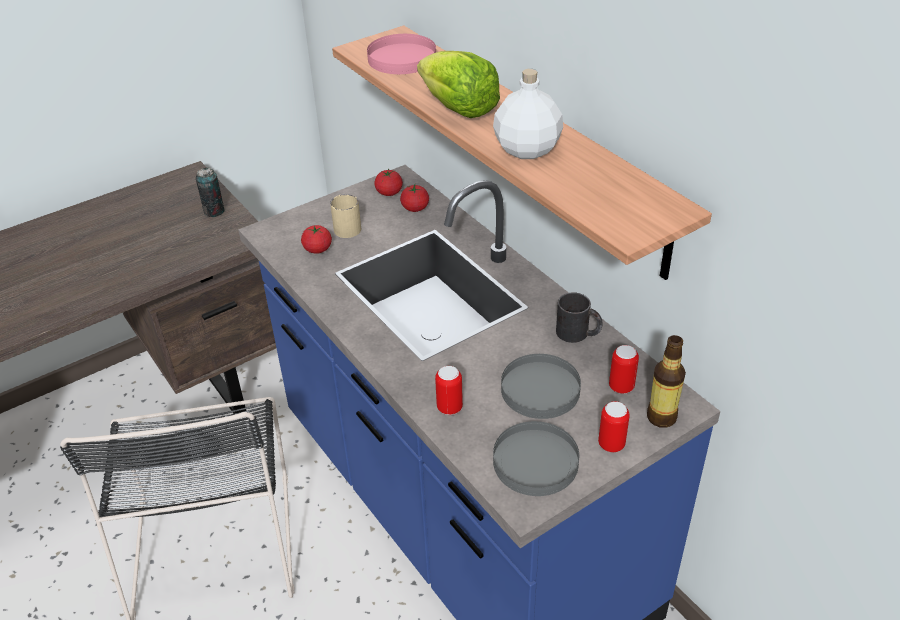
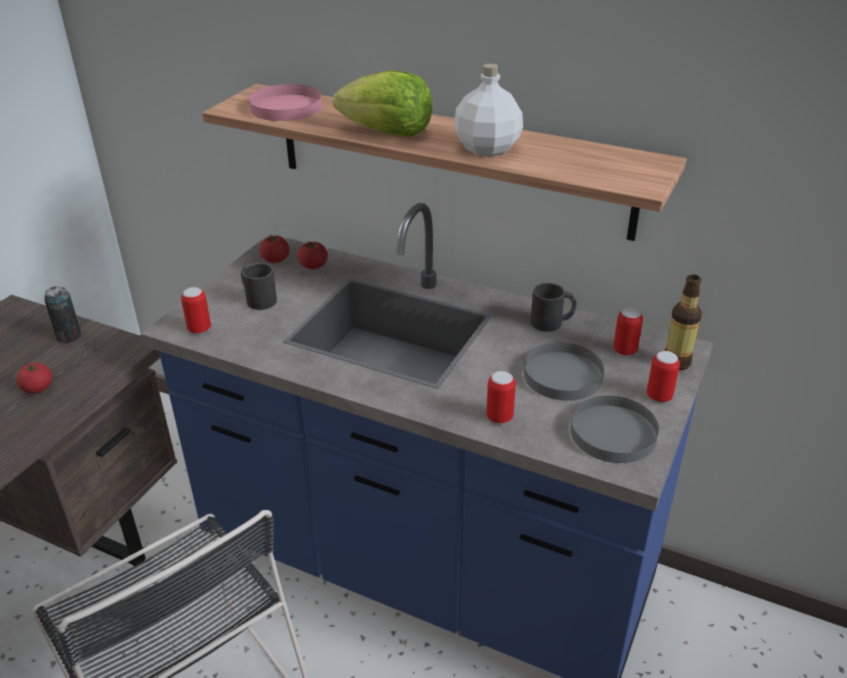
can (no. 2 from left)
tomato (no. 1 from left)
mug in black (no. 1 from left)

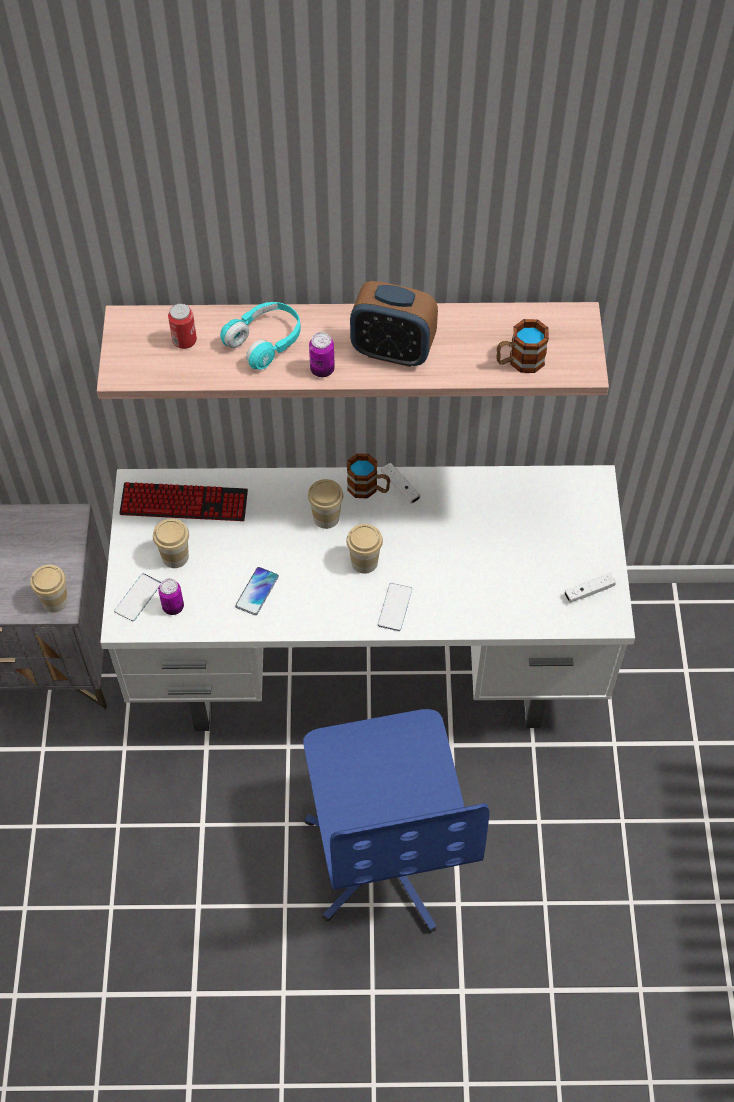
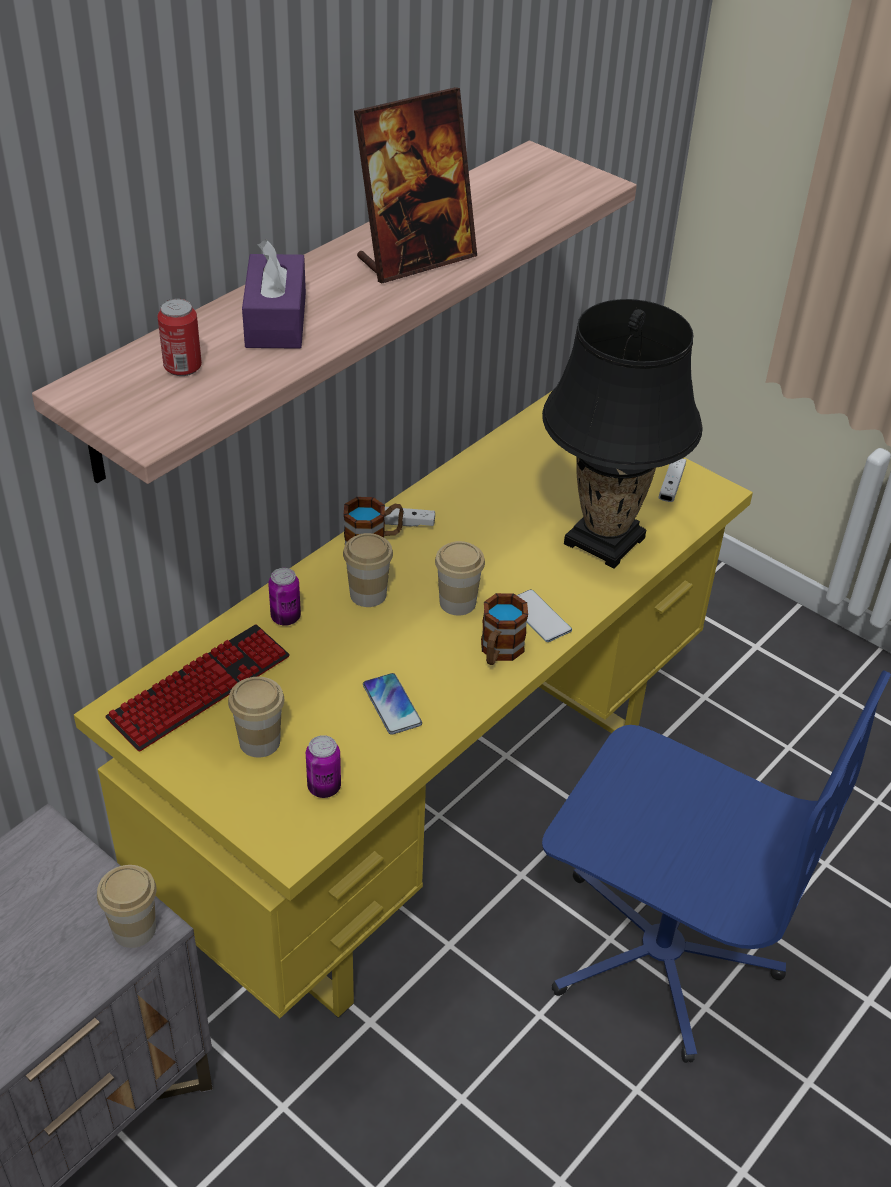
phone (no. 1 from left in the first image)
table lamp in black
can (no. 2 from left)
mug (no. 2 from left)
tissue box in purple
picture frame
desk in yellow

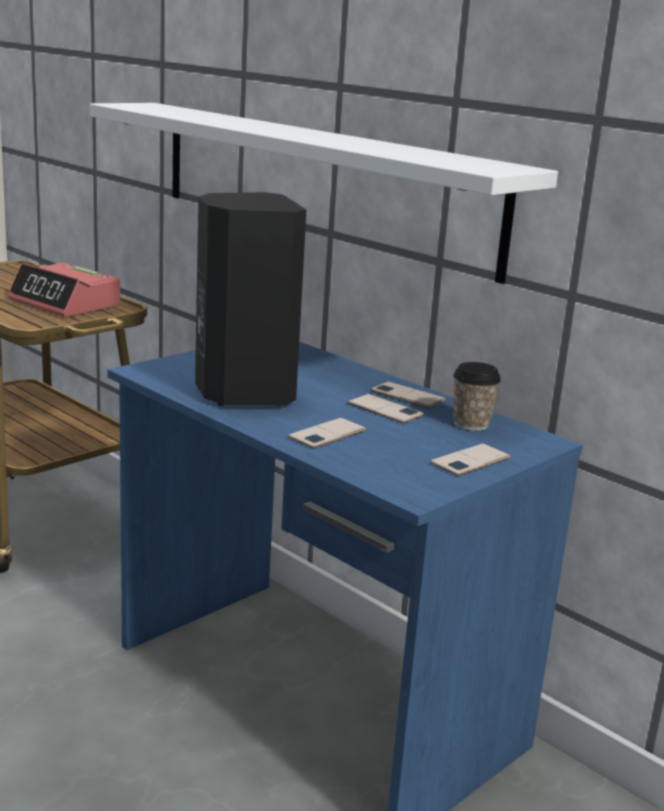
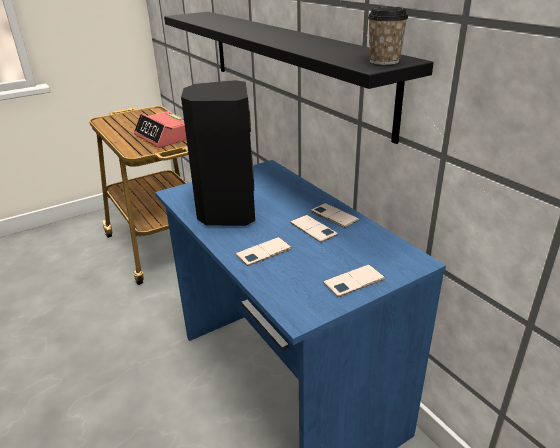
cup
shelf in black

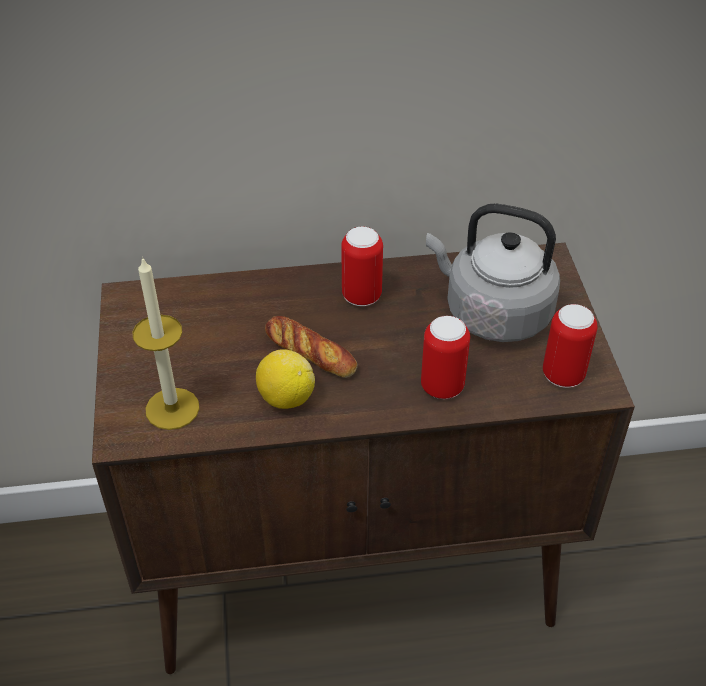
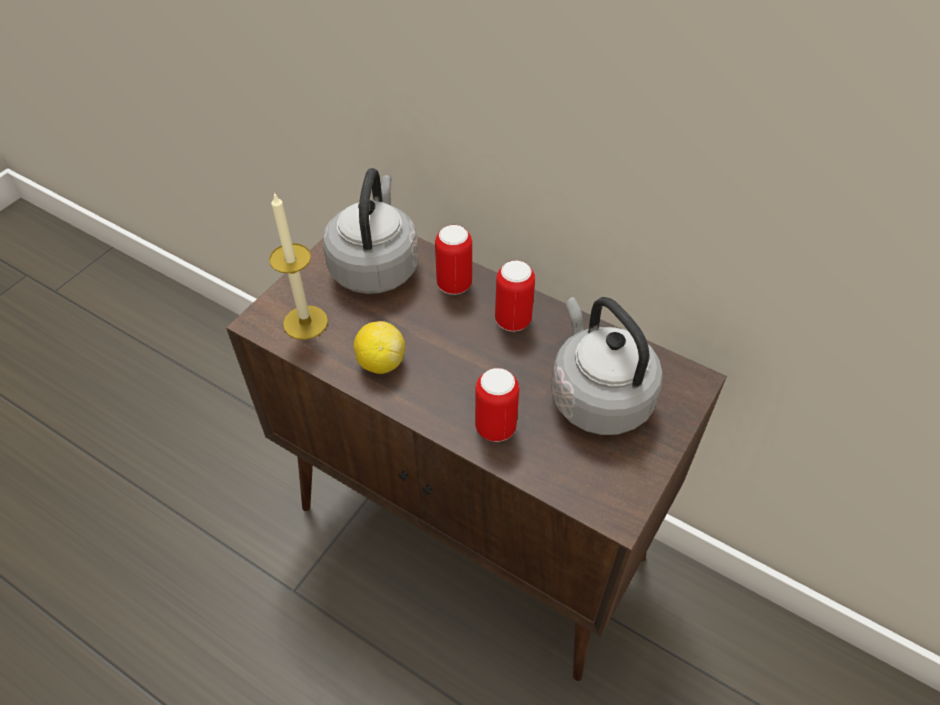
bread
kettle in grey (no. 1 from left)
can (no. 1 from left)

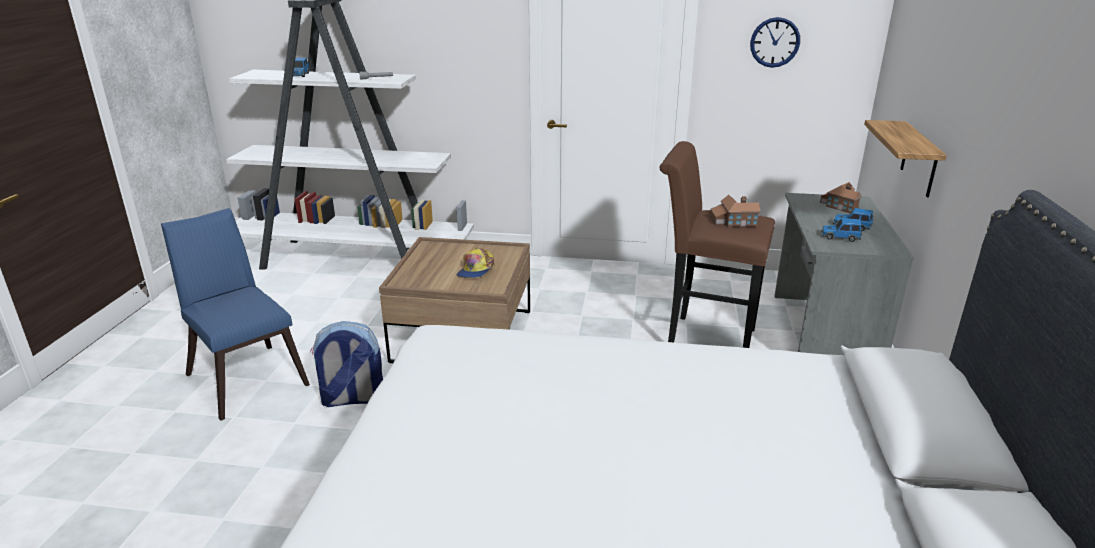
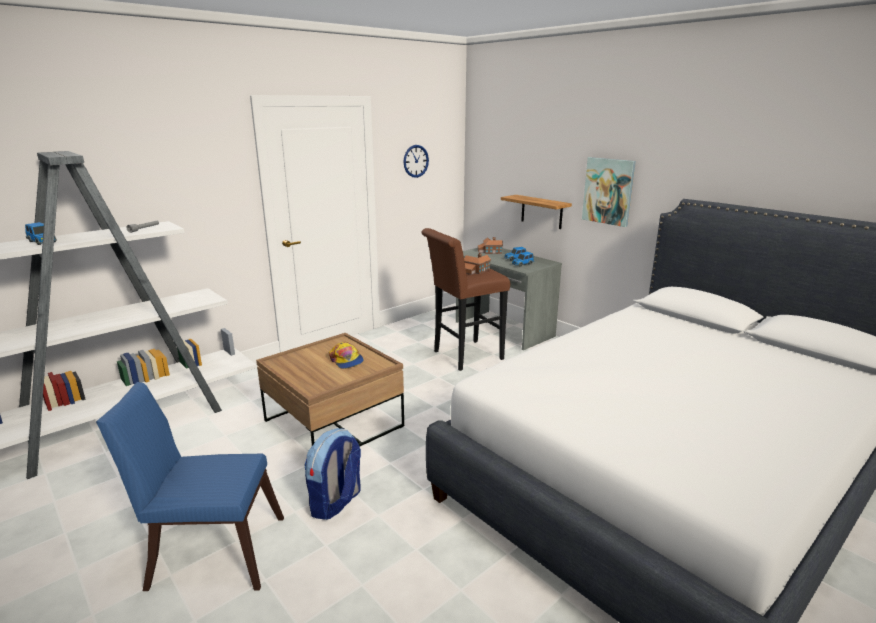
picture

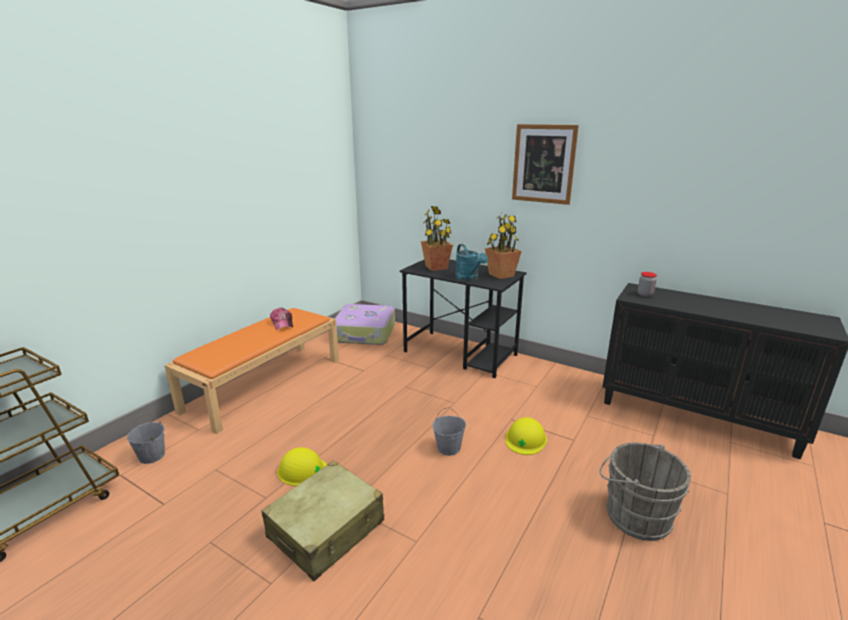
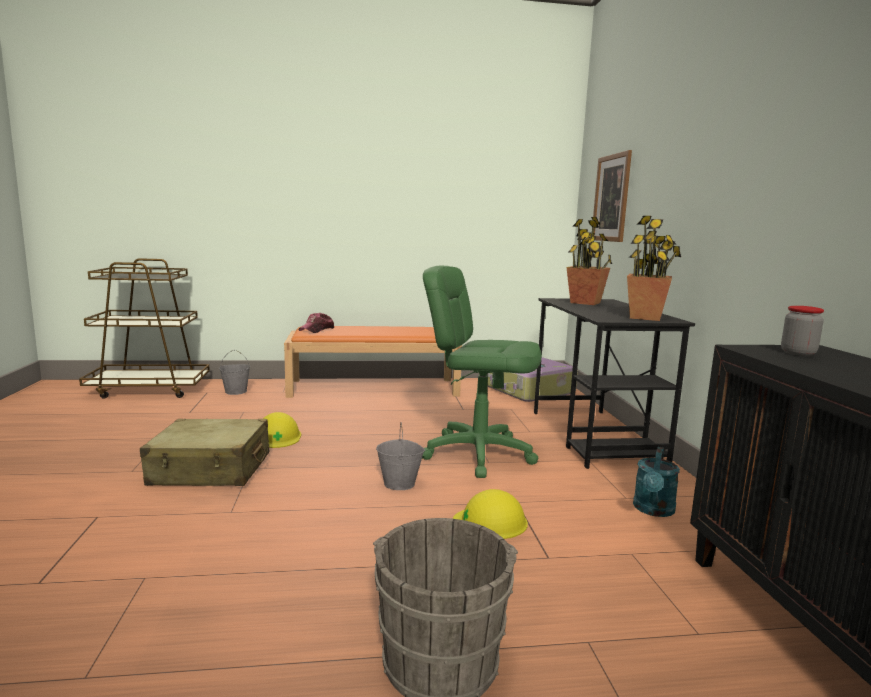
office chair in green
cap
watering can in turquoise
picture

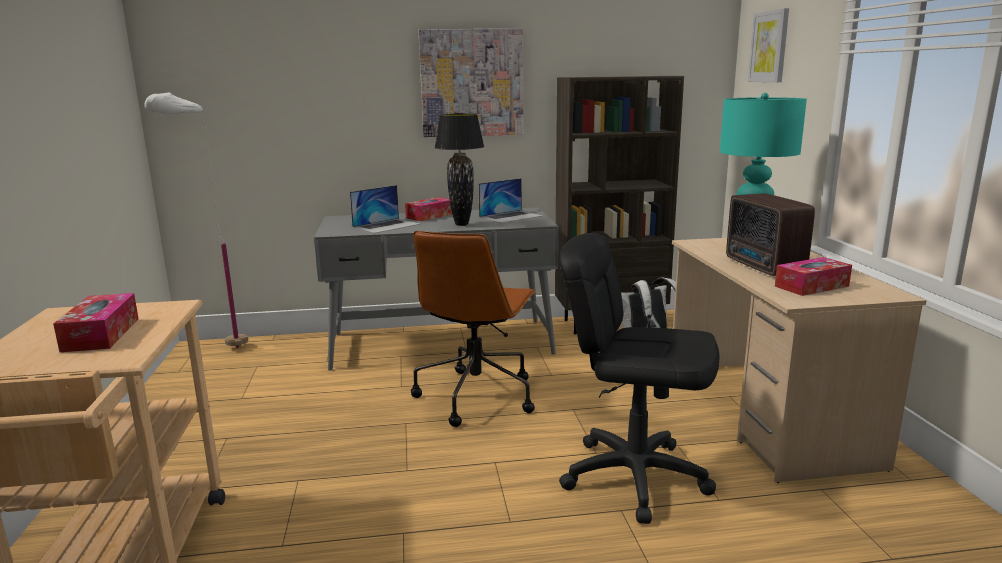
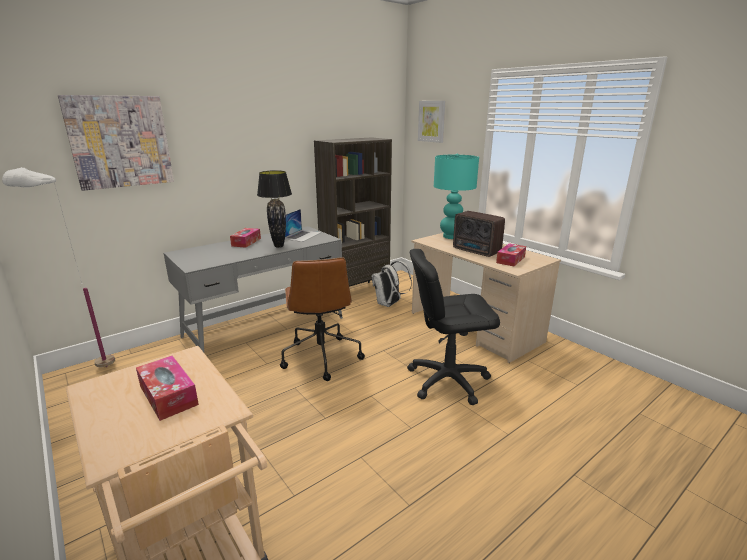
laptop (no. 1 from left in the first image)
picture (no. 1 from left)

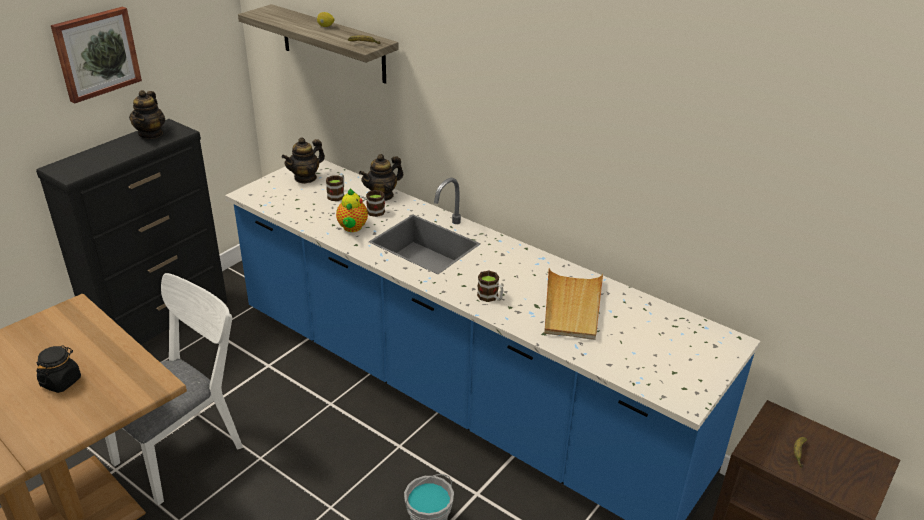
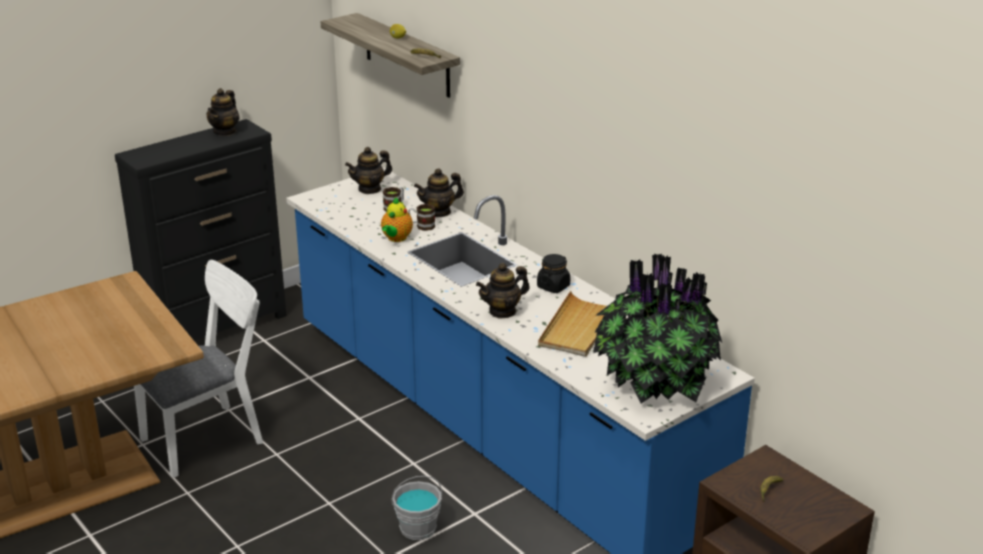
picture
potted plant
jar in black
teapot (no. 5 from left)

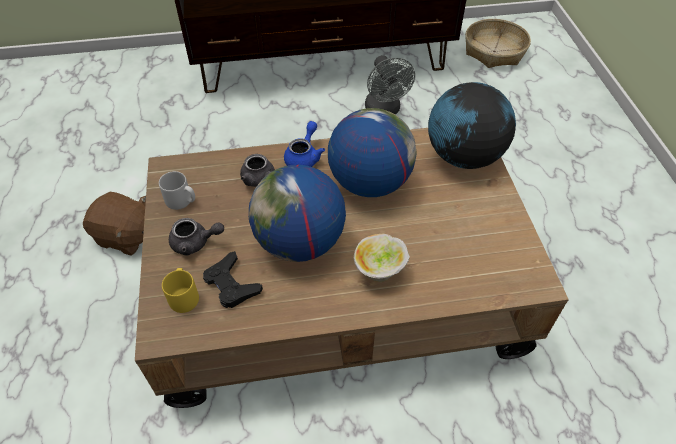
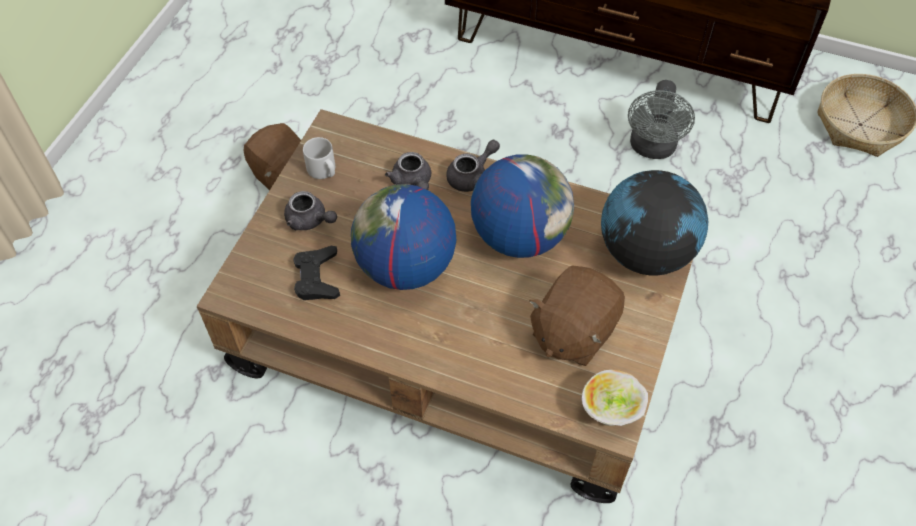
mug in yellow
plush toy in brown (no. 2 from left)
bowl
teapot in grey (no. 3 from left)

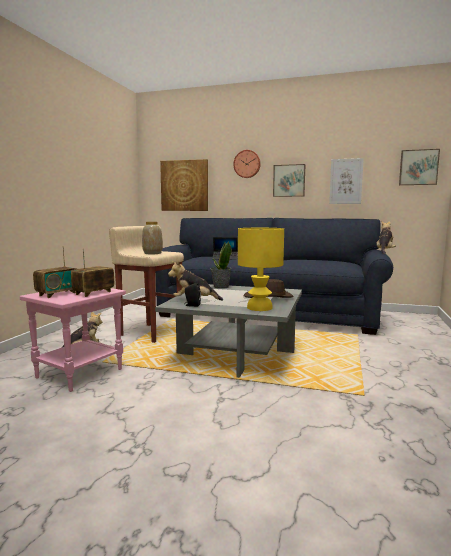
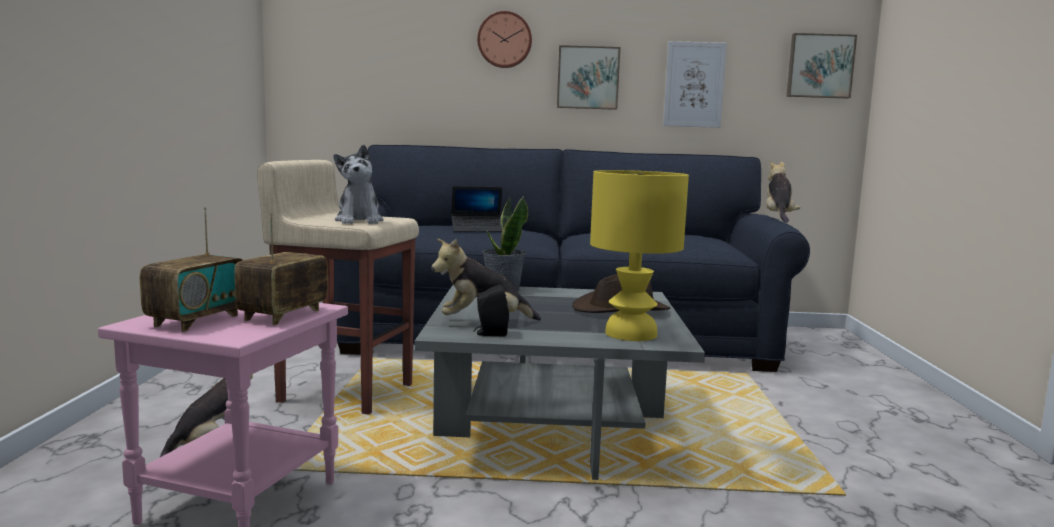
picture (no. 1 from left in the first image)
plush toy (no. 2 from left)

